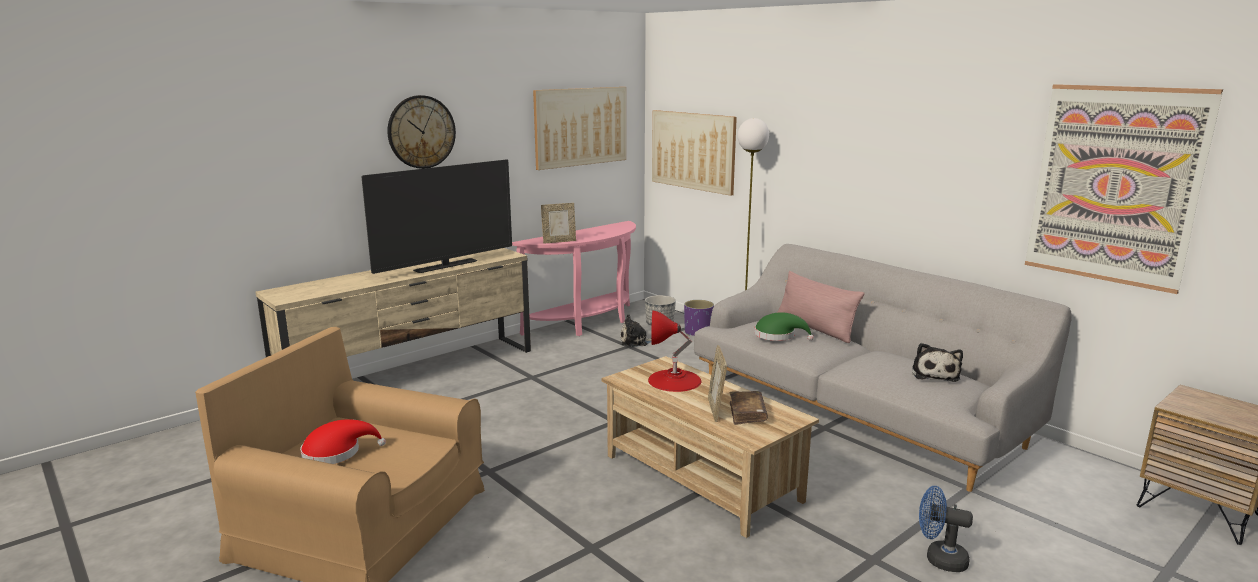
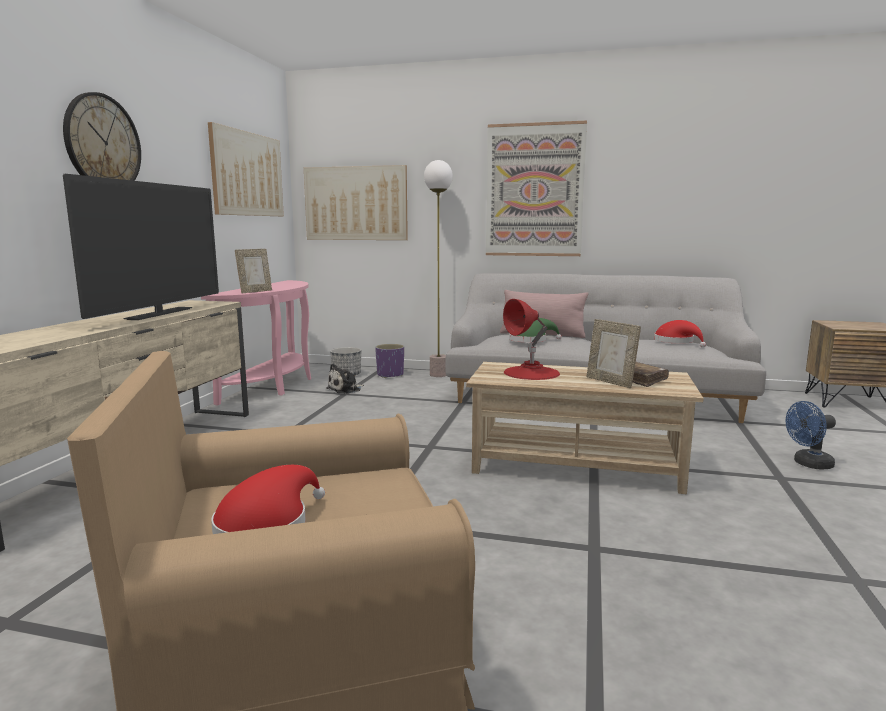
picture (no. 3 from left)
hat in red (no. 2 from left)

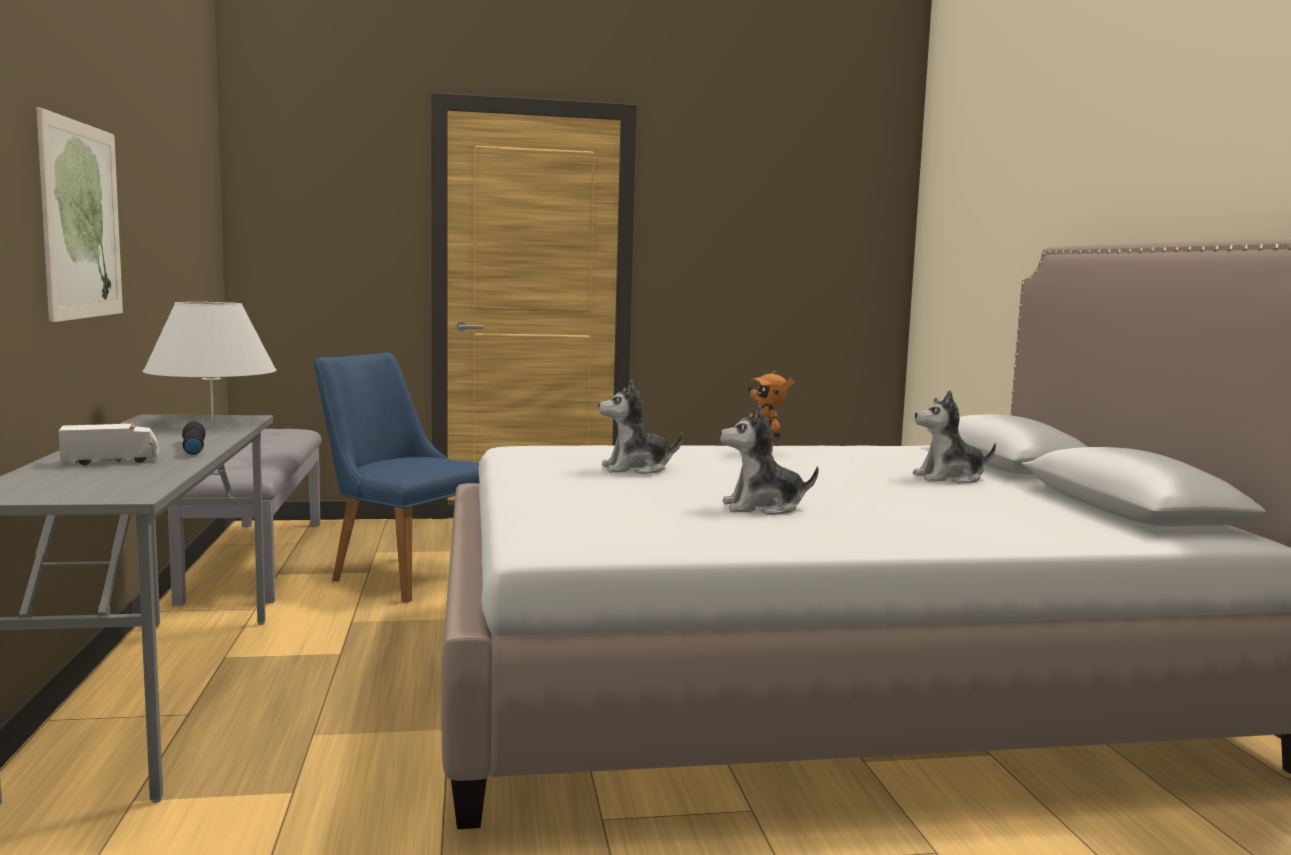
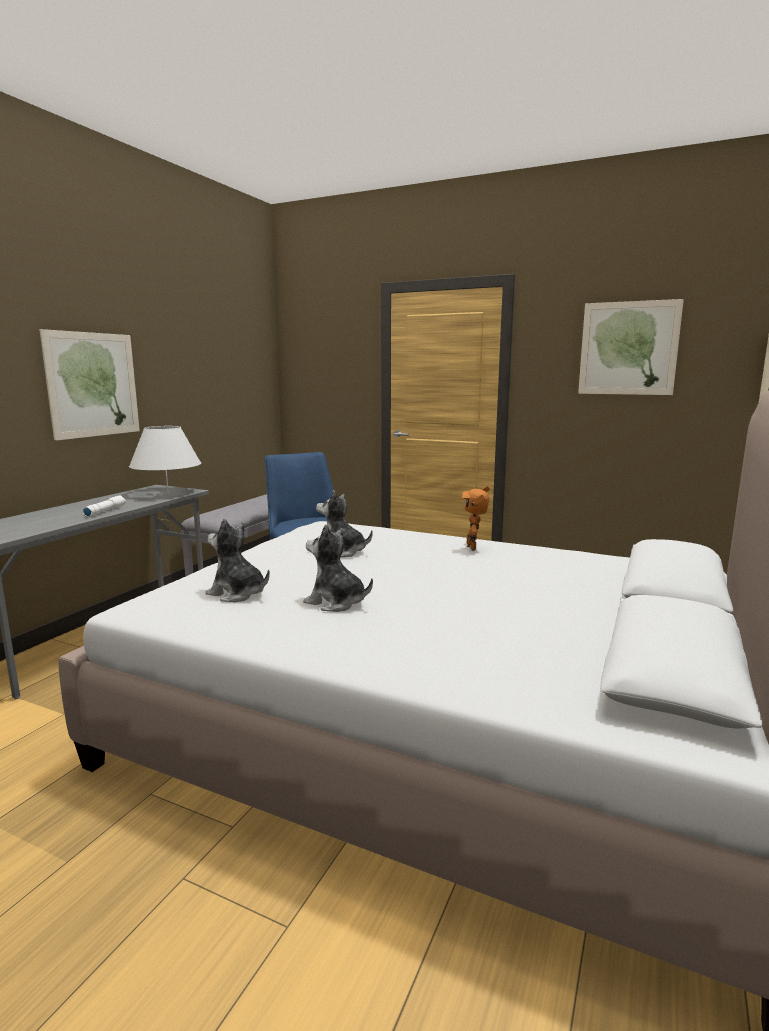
toy truck
picture (no. 2 from left)
plush toy (no. 1 from left)
flashlight in white

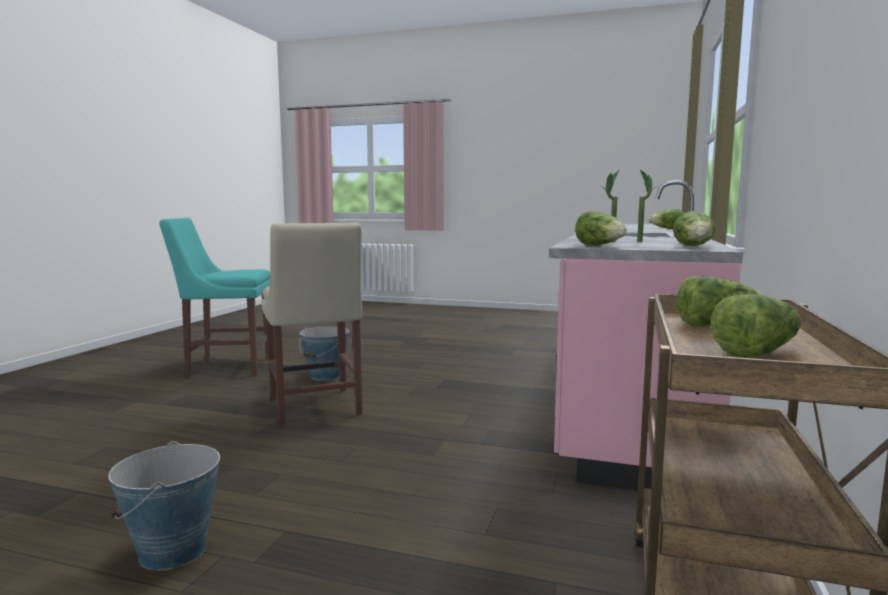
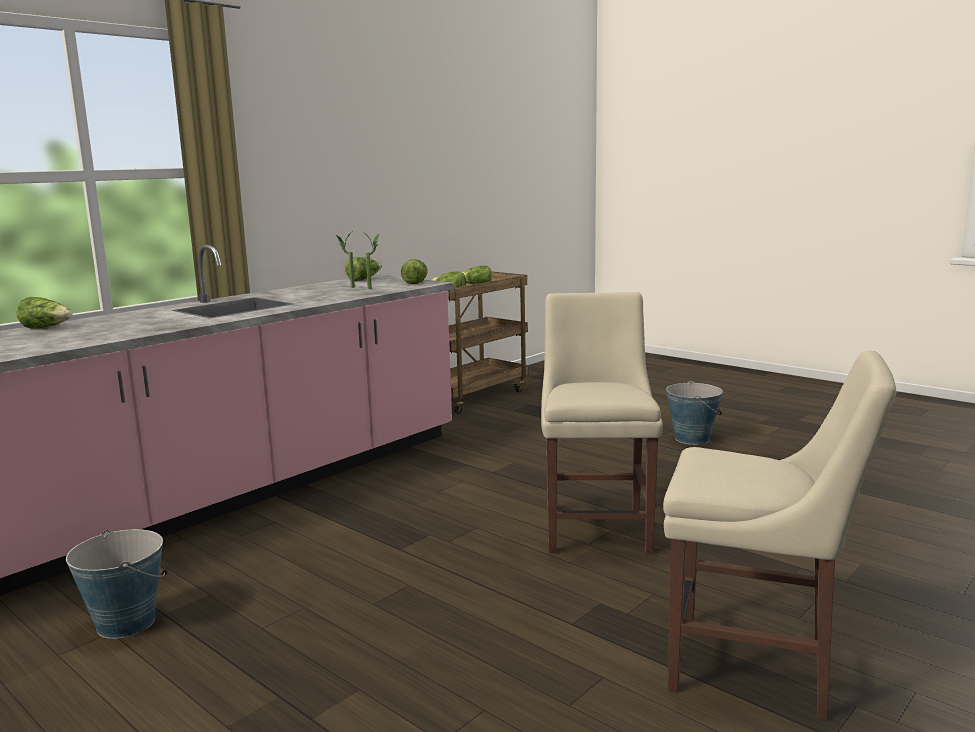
bucket (no. 1 from left)
chair in beige (no. 2 from left)

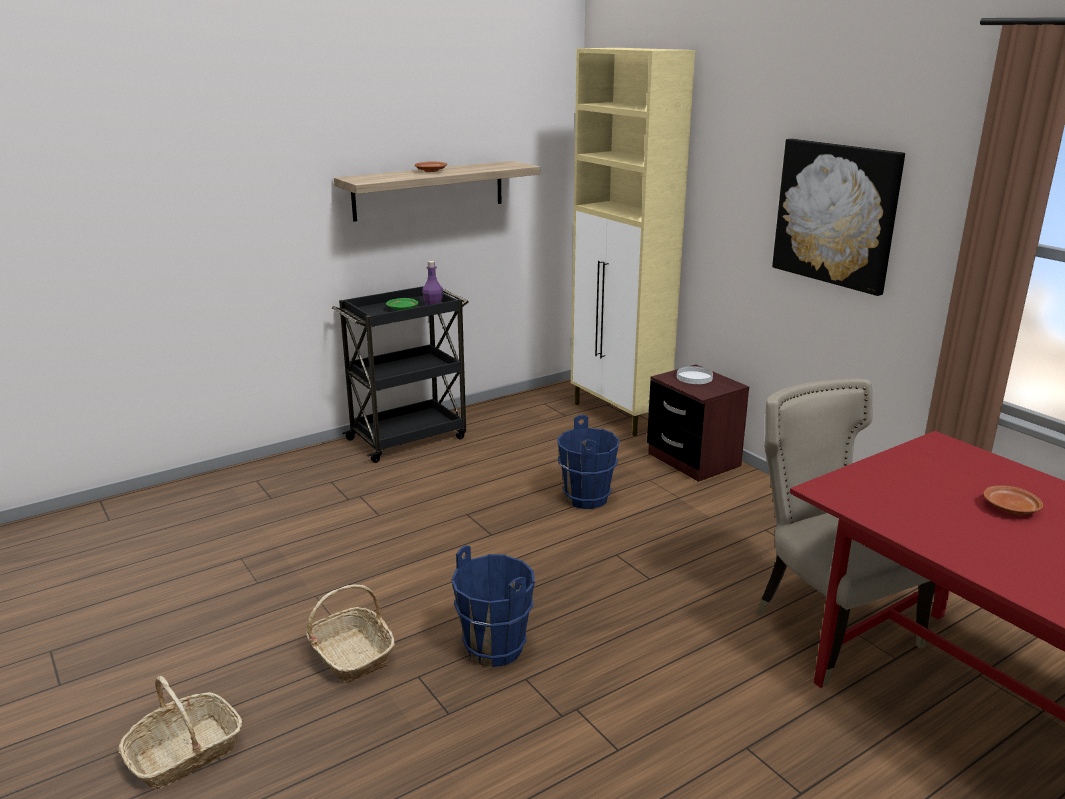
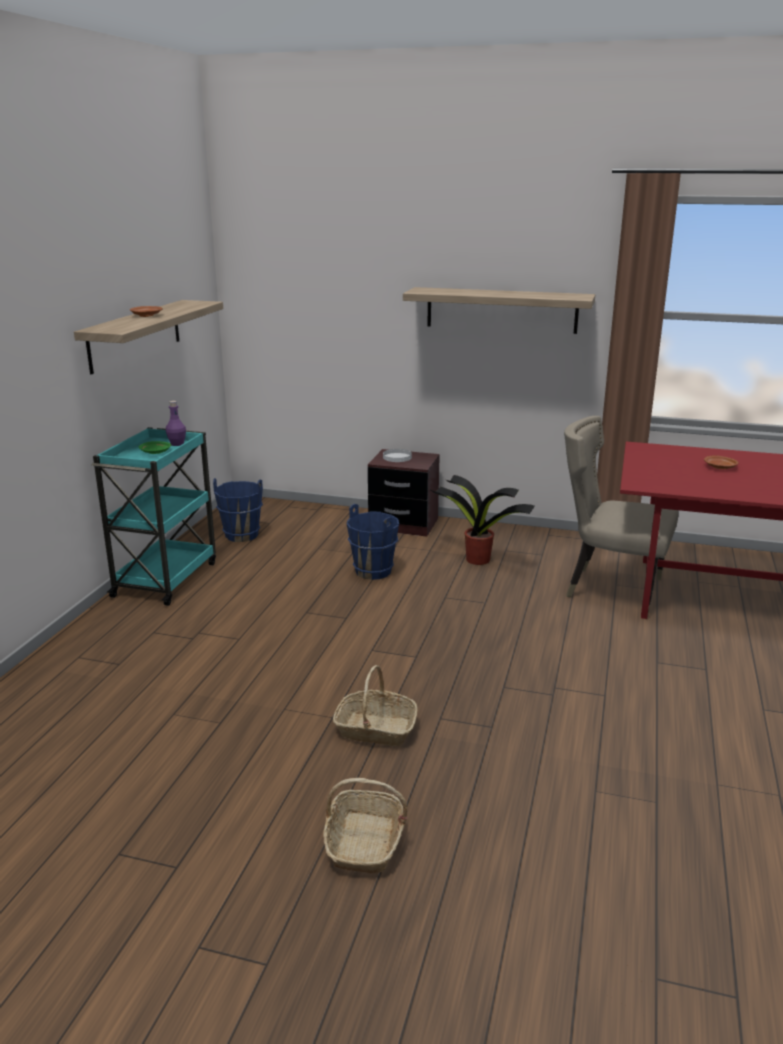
cabinet in beige
potted plant
bucket in blue (no. 1 from left)
shelf (no. 2 from left)
cart in turquoise

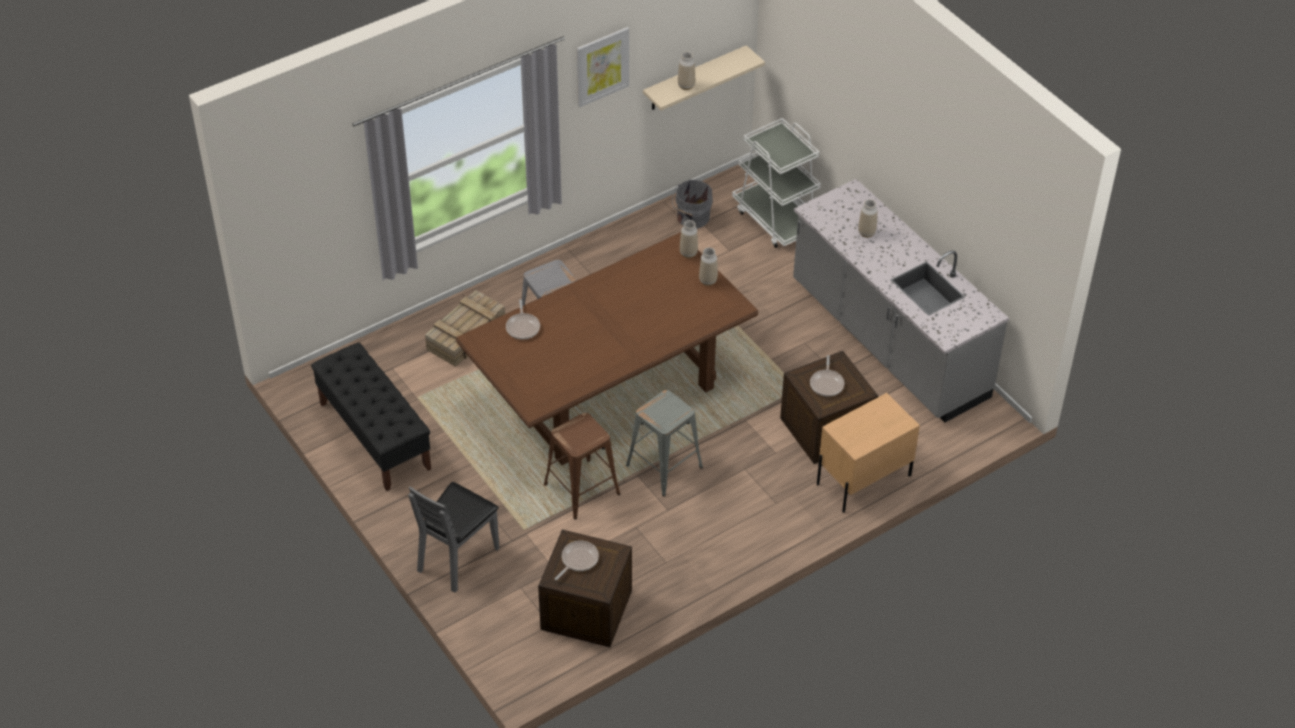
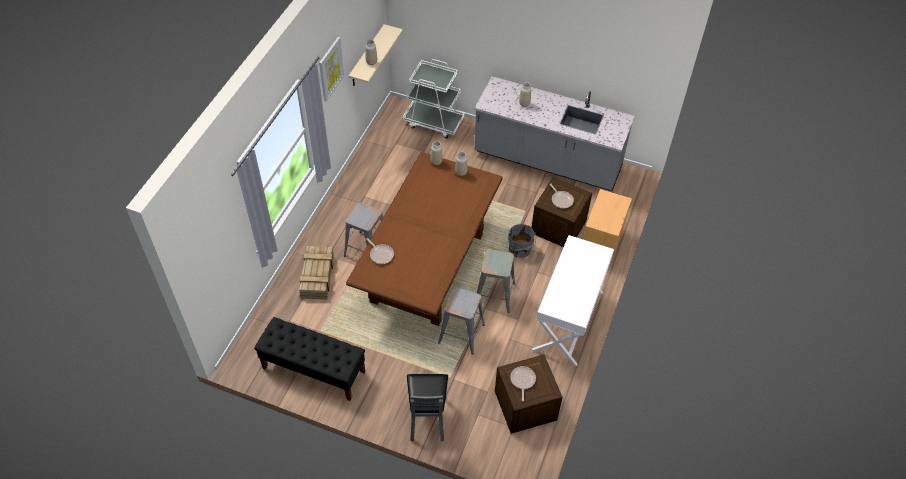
desk in white
bucket in grey
stool in grey (no. 2 from left)

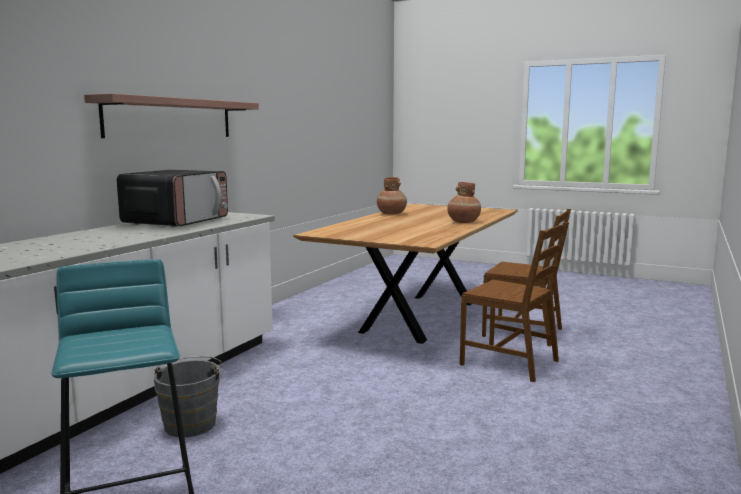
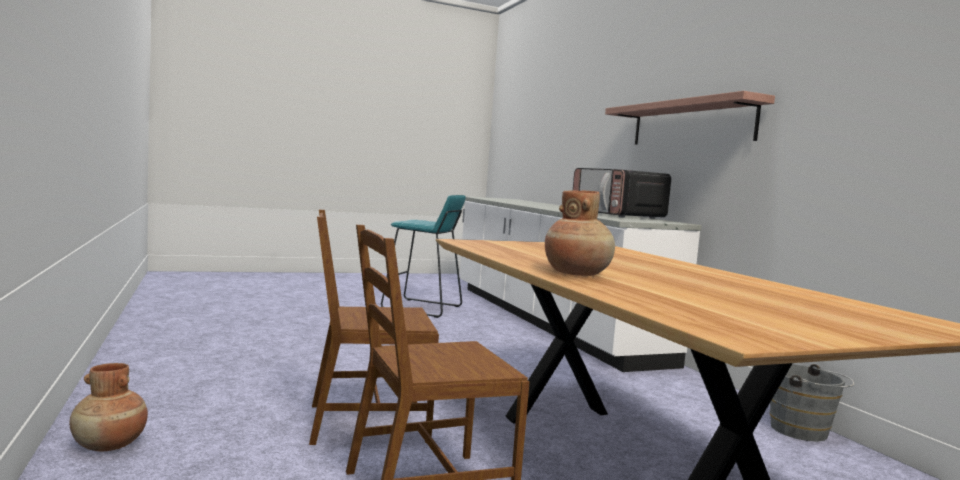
bucket in grey
vase in brown (no. 1 from left)

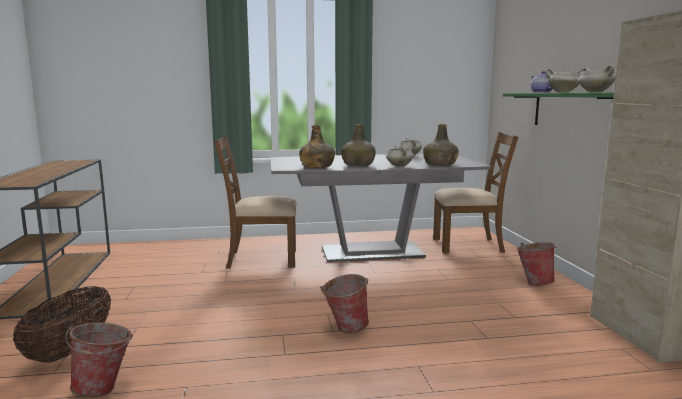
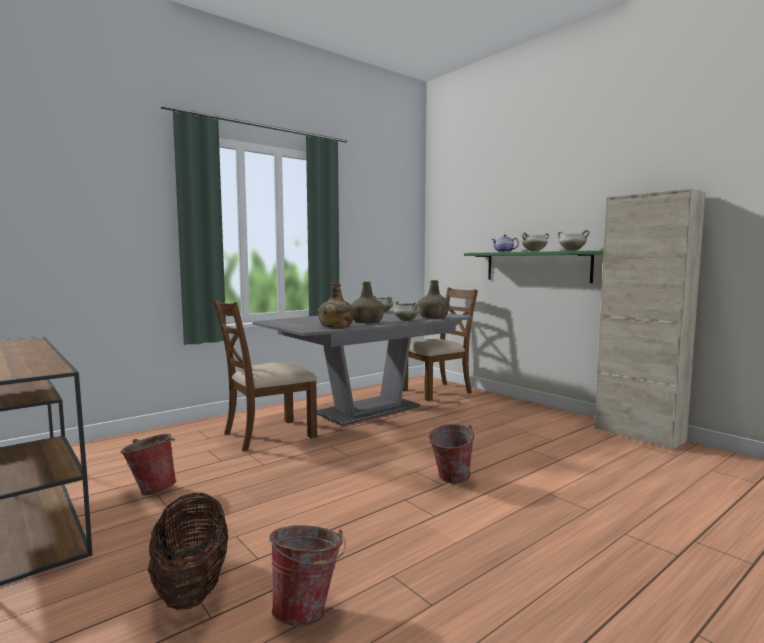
bucket (no. 1 from left)

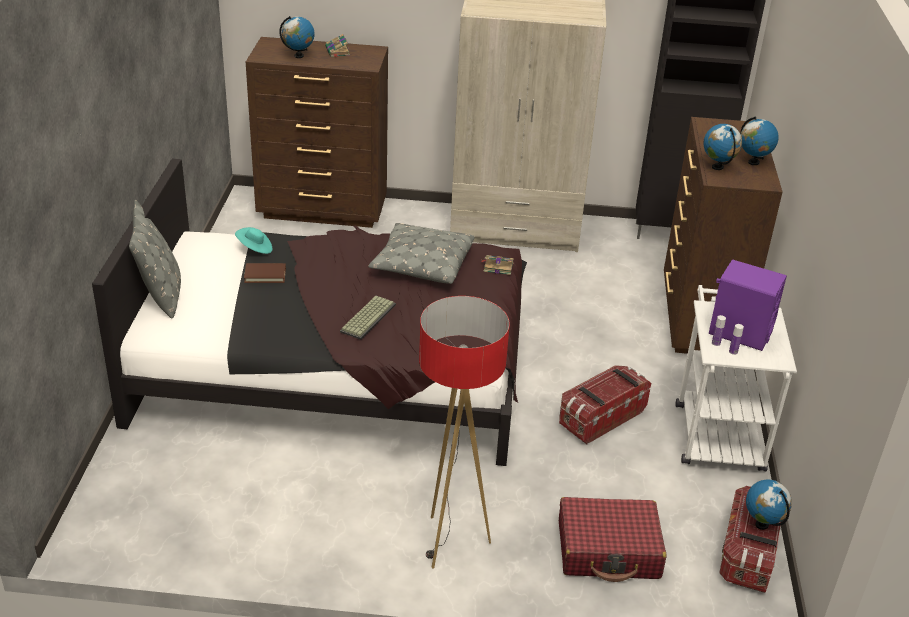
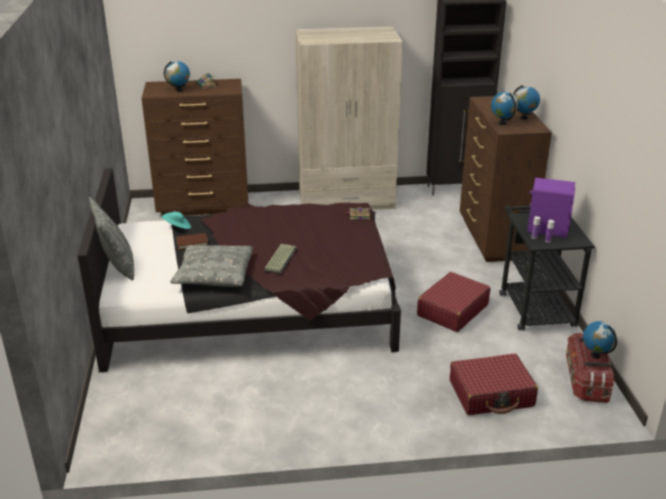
floor lamp
pillow in grey (no. 2 from left)
suitcase in red (no. 1 from left)
cart in black

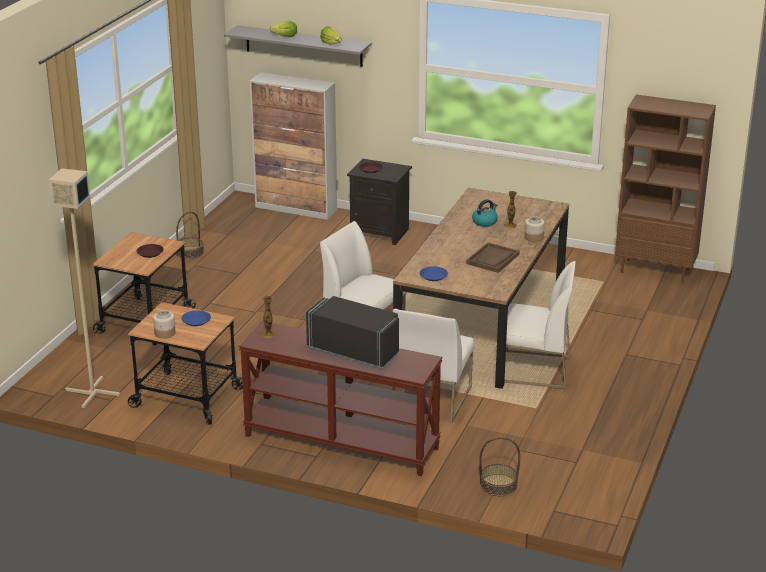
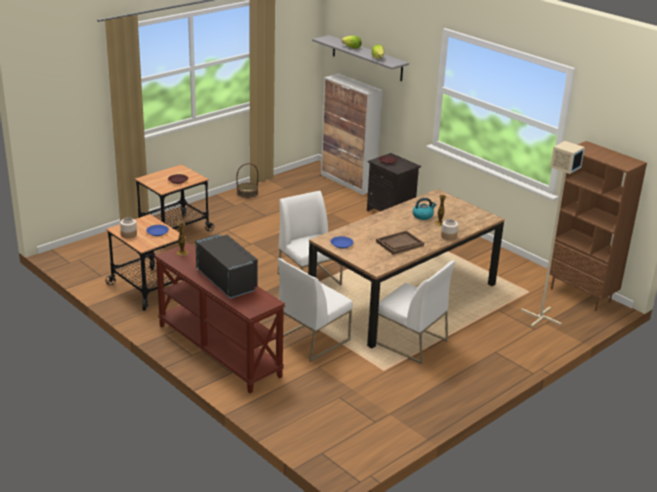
basket (no. 2 from left in the first image)
floor lamp in beige

